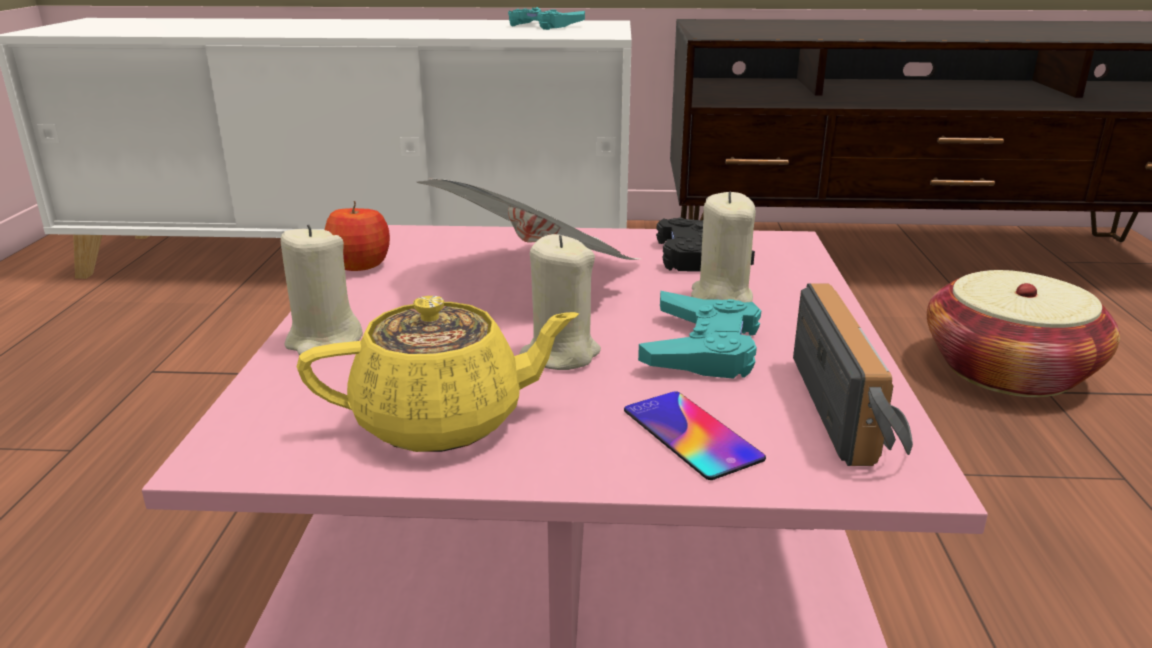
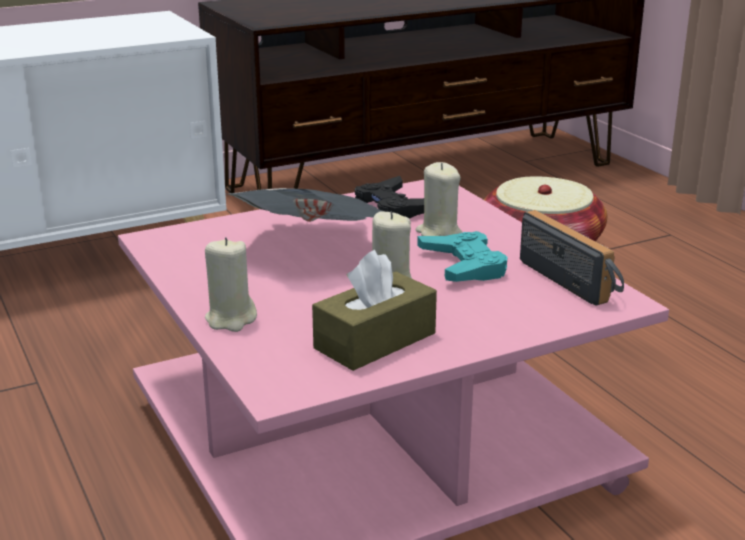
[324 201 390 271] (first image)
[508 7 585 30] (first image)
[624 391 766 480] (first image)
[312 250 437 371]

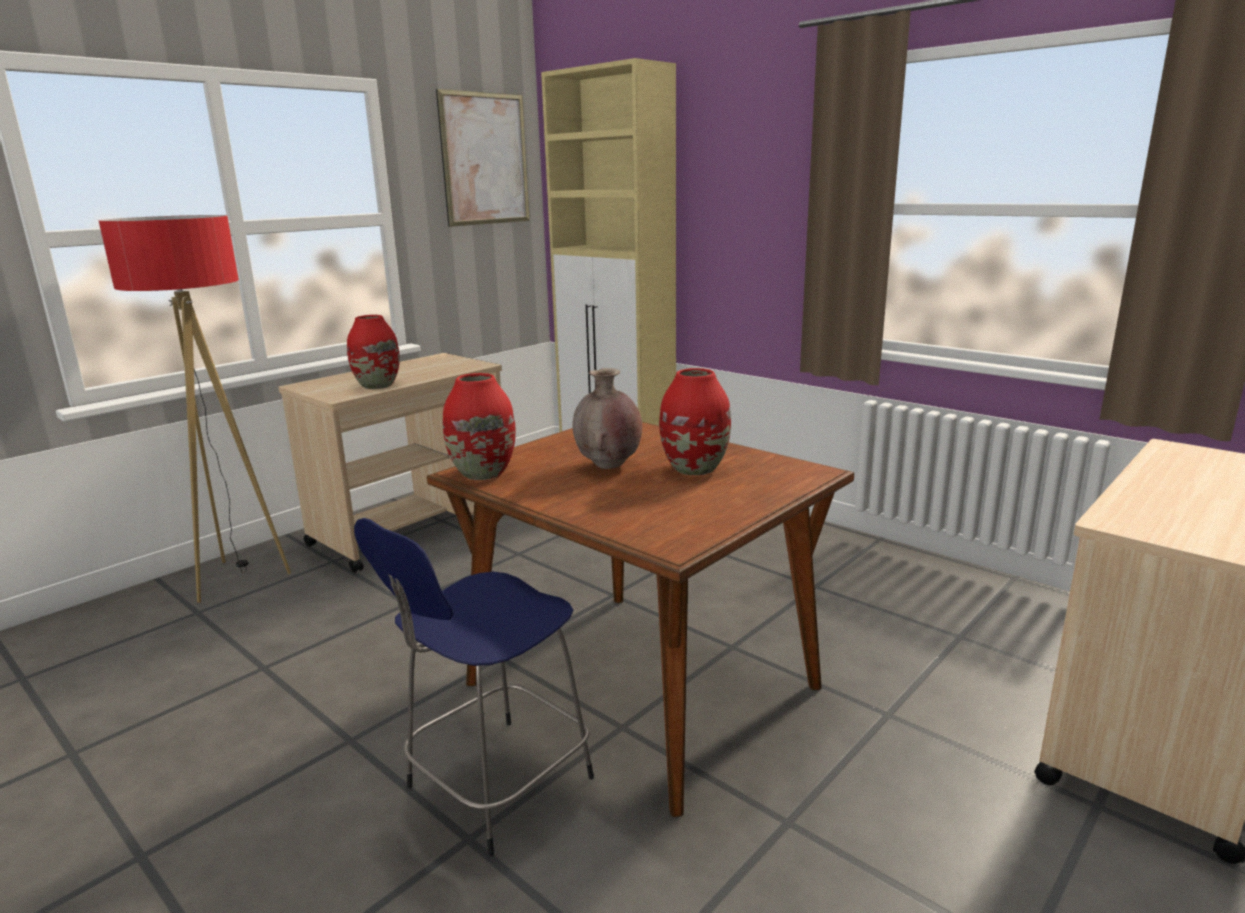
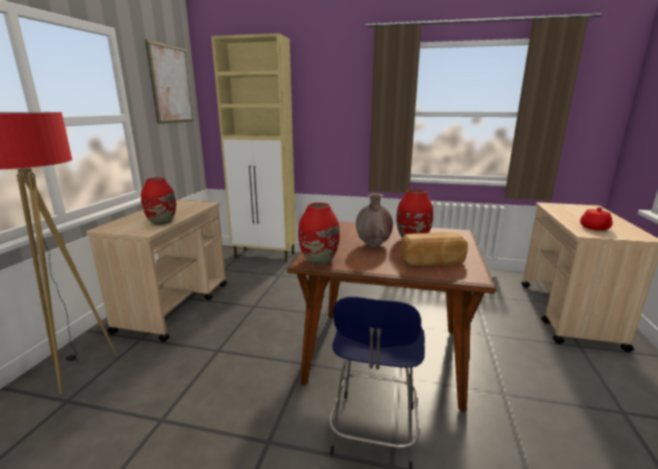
[401 232 468 265]
[580 207 613 231]

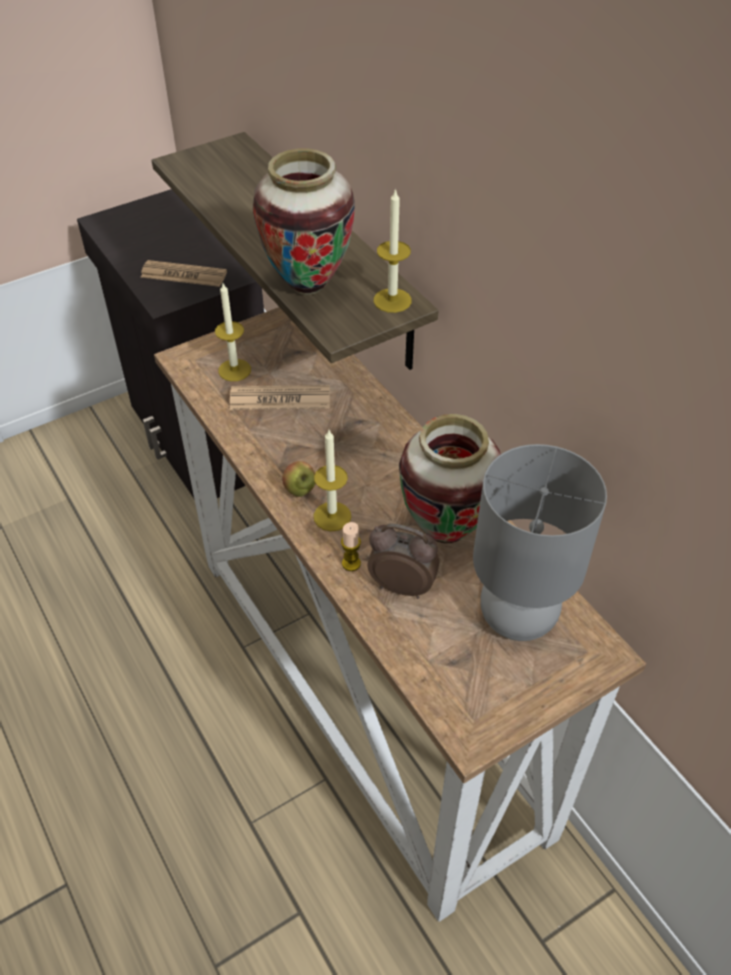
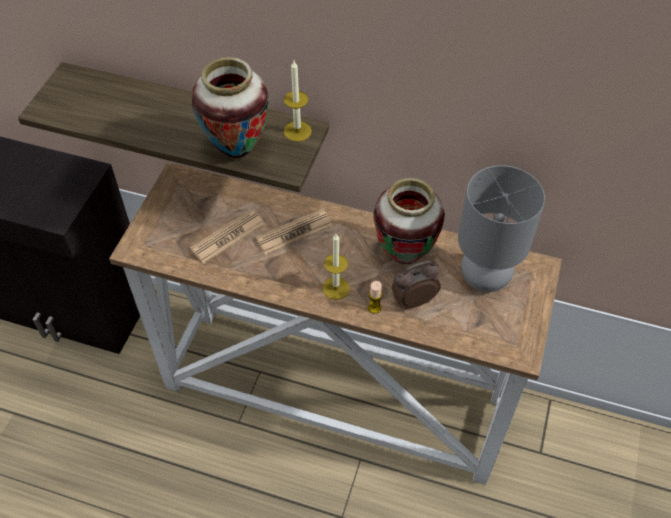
[215 283 251 381] (first image)
[282 461 316 497] (first image)
[255 209 333 255]

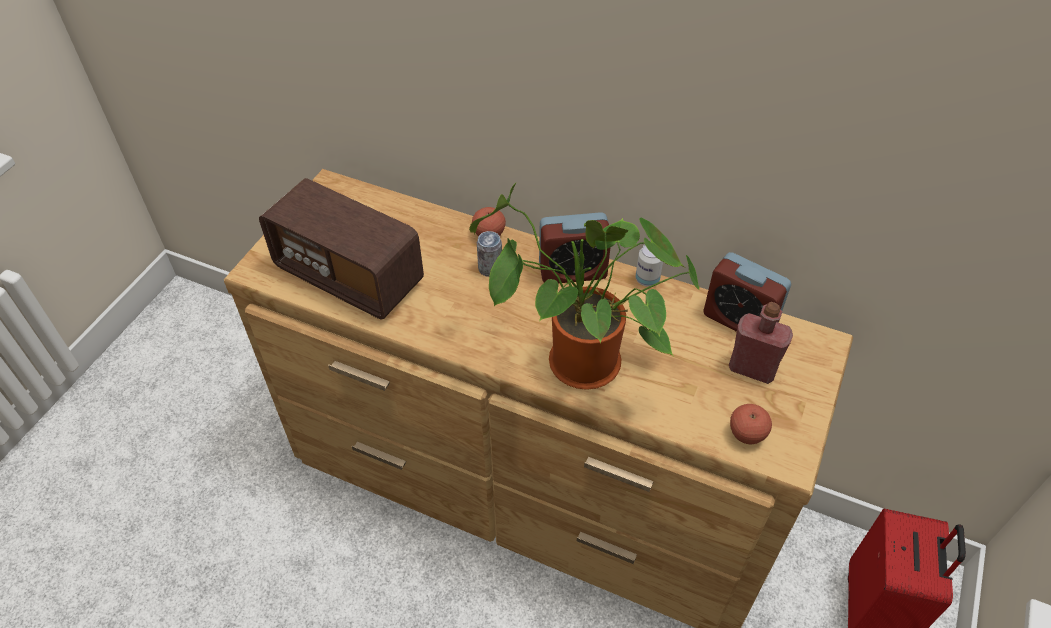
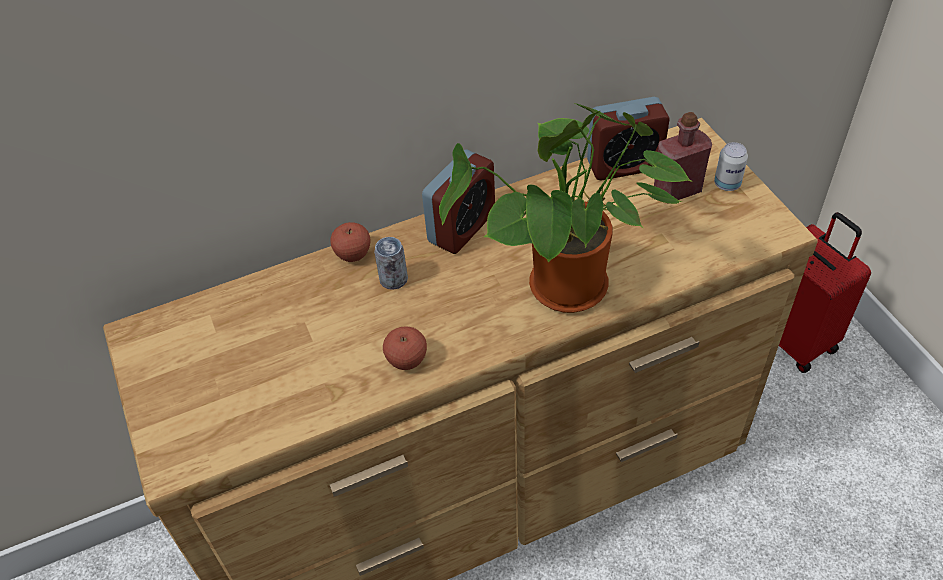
[259 178 424 320] (first image)
[714 142 748 191]
[383 326 427 370]

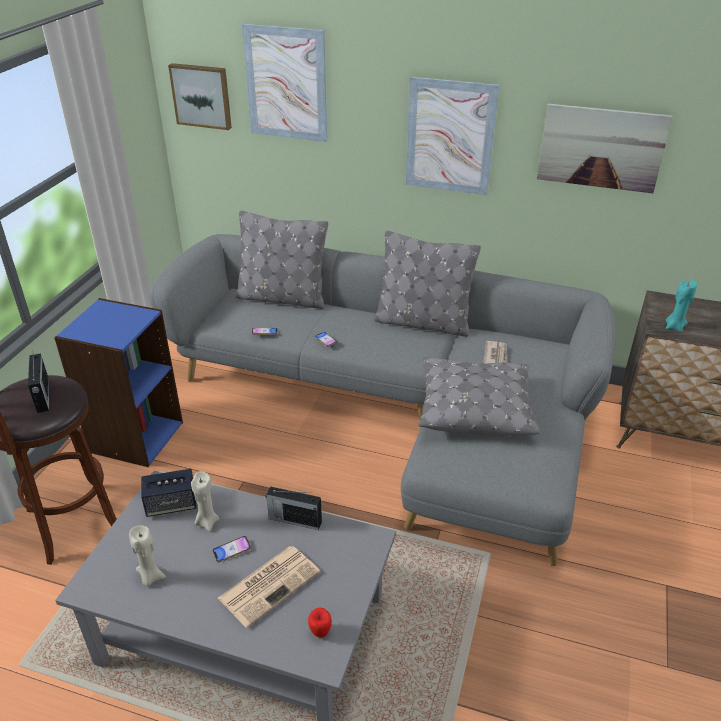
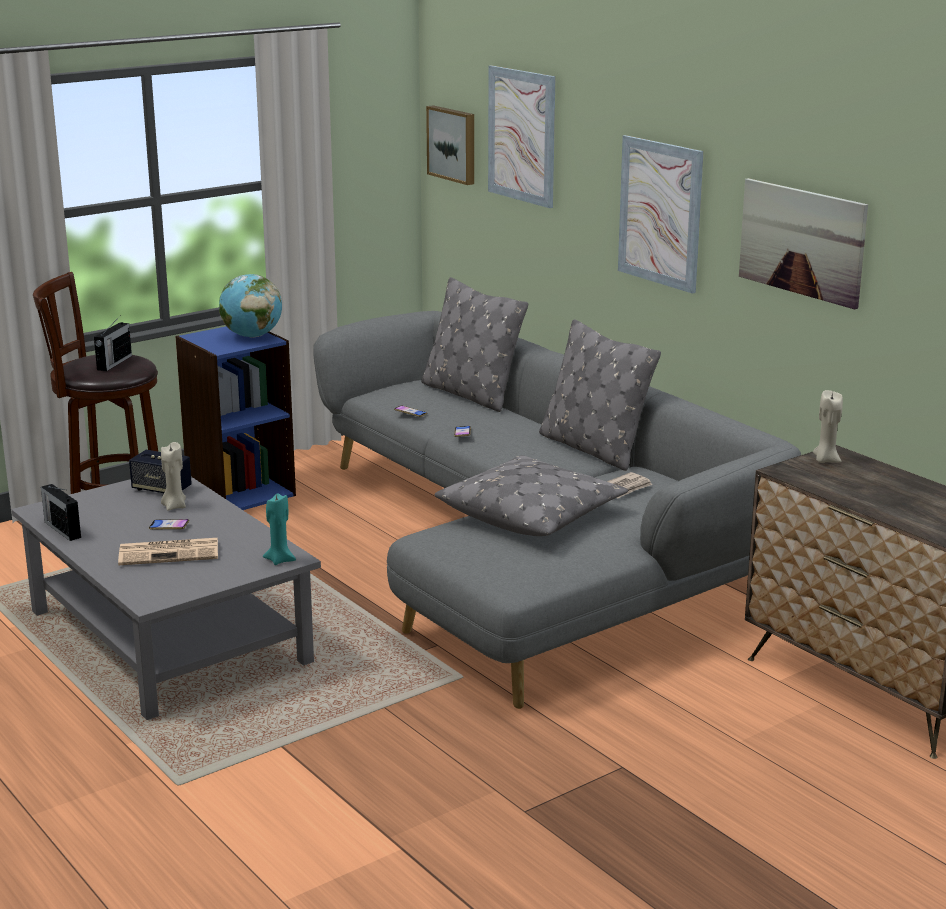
[308 608 332 638] (first image)
[219 274 282 338]
[813 390 843 463]
[41 484 81 541]
[263 493 296 565]

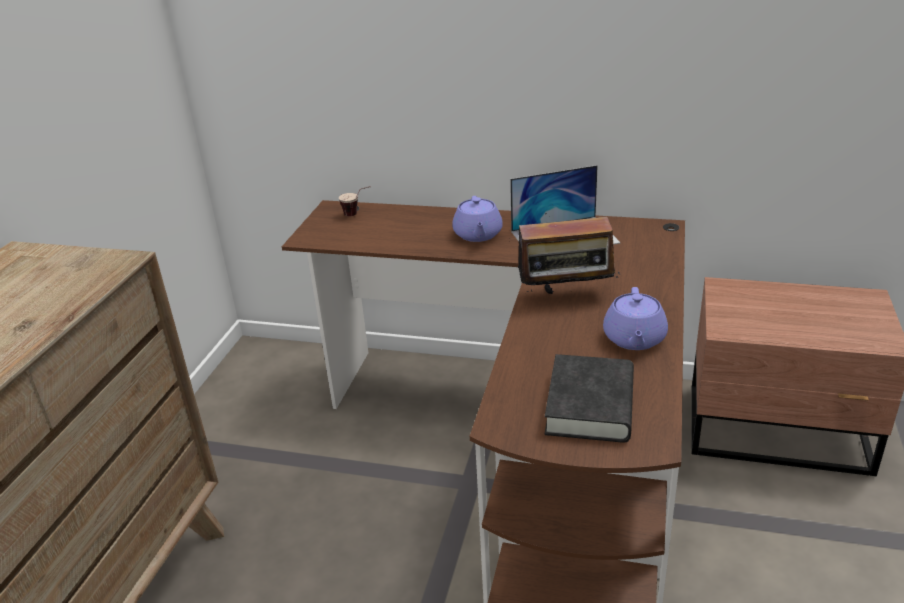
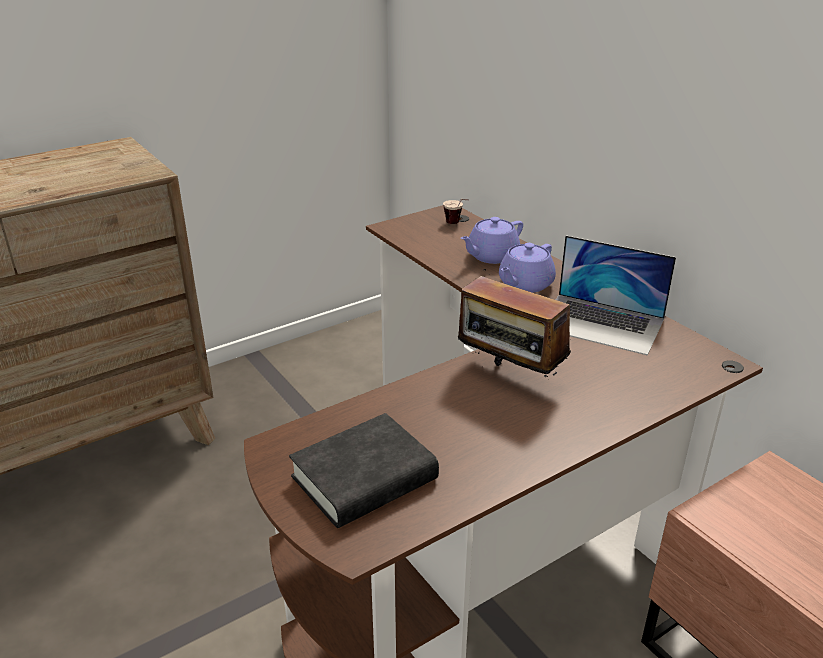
[461 217 523 264]

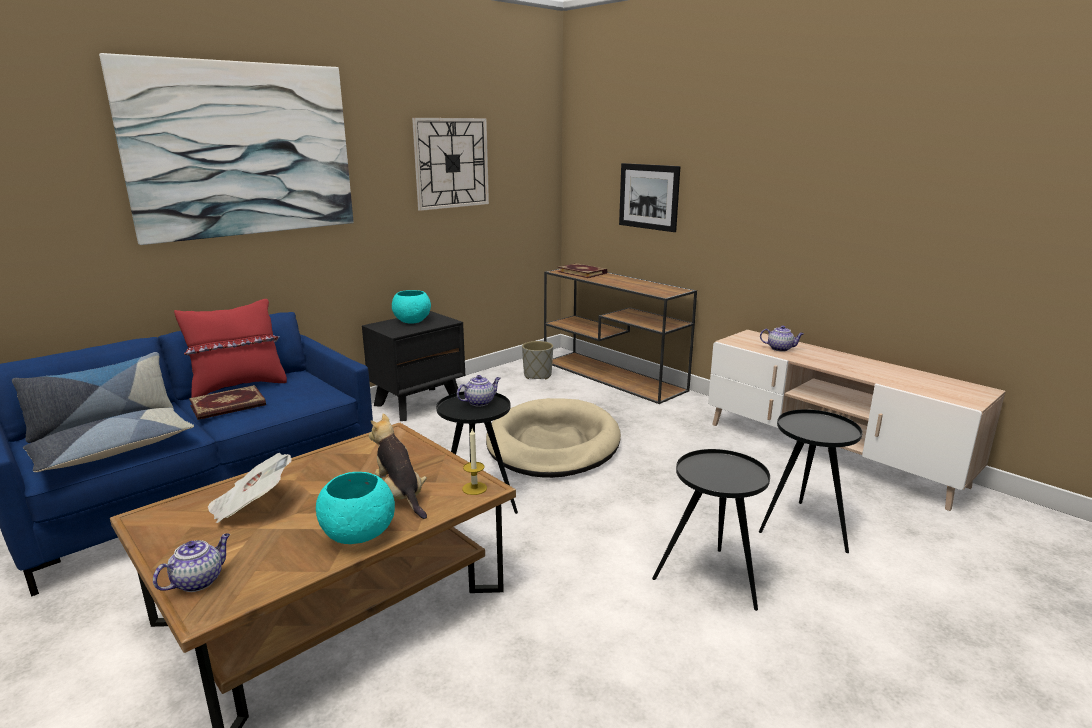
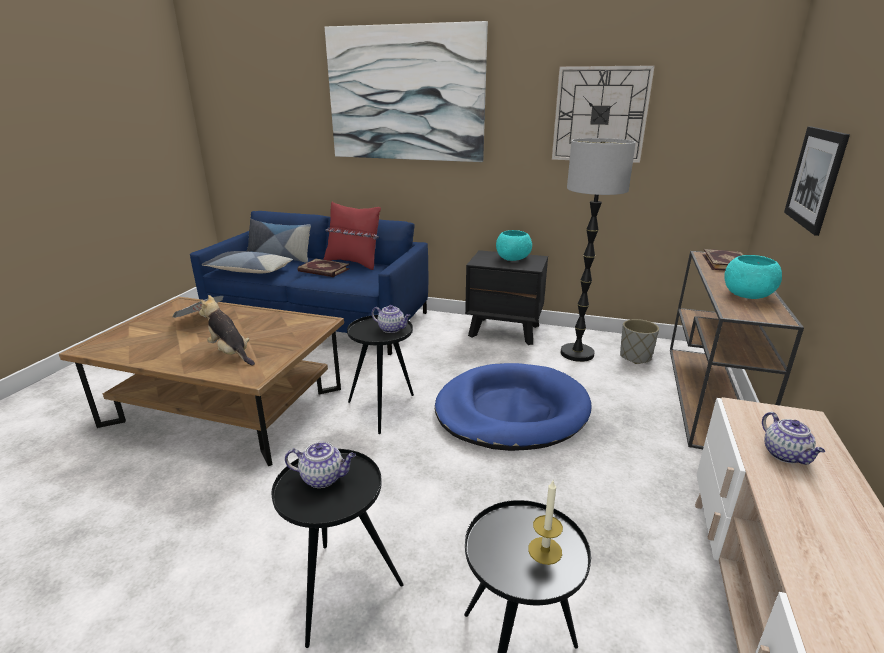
[561 138 636 362]
[285 442 356 488]
[724 255 782 299]
[528 479 563 565]
[435 363 592 451]
[199 295 255 366]

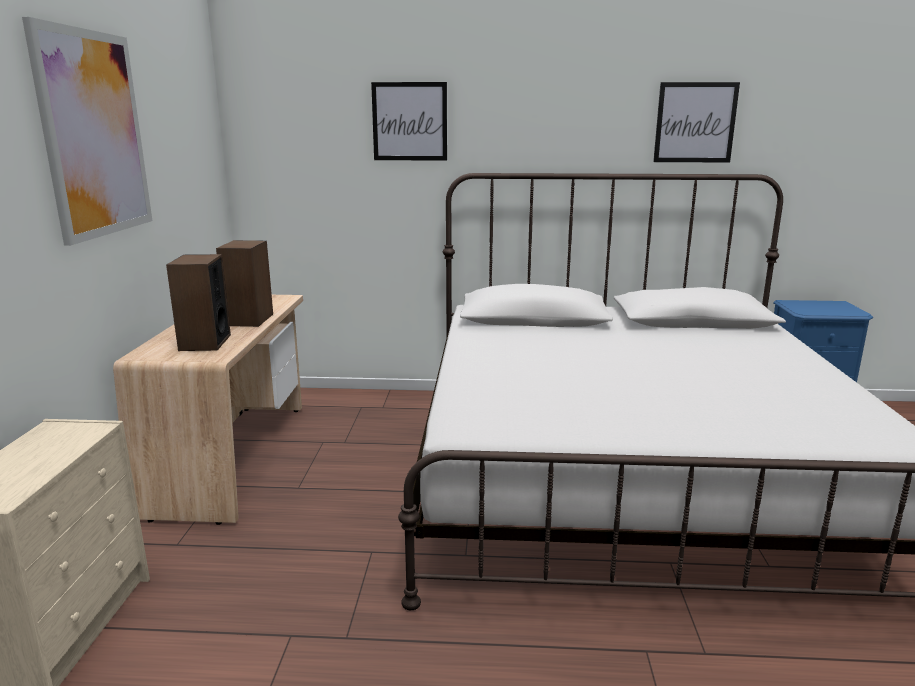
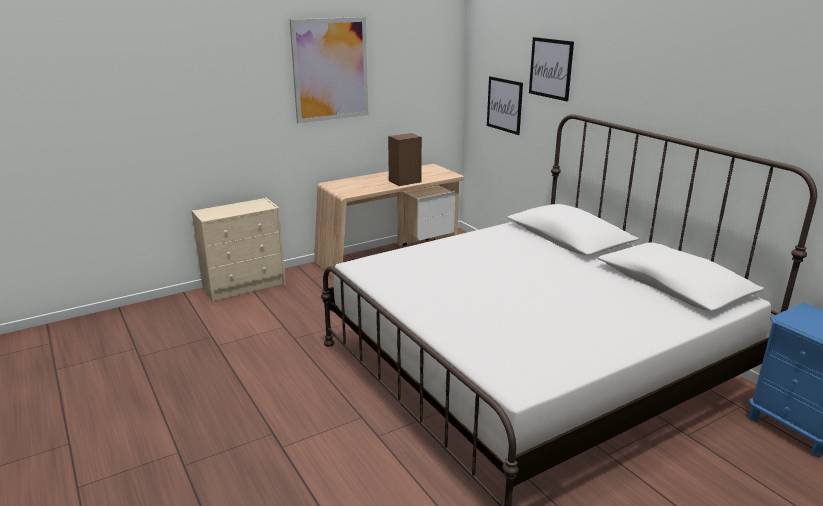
[166 254 231 351] (first image)
[487 76 523 135]

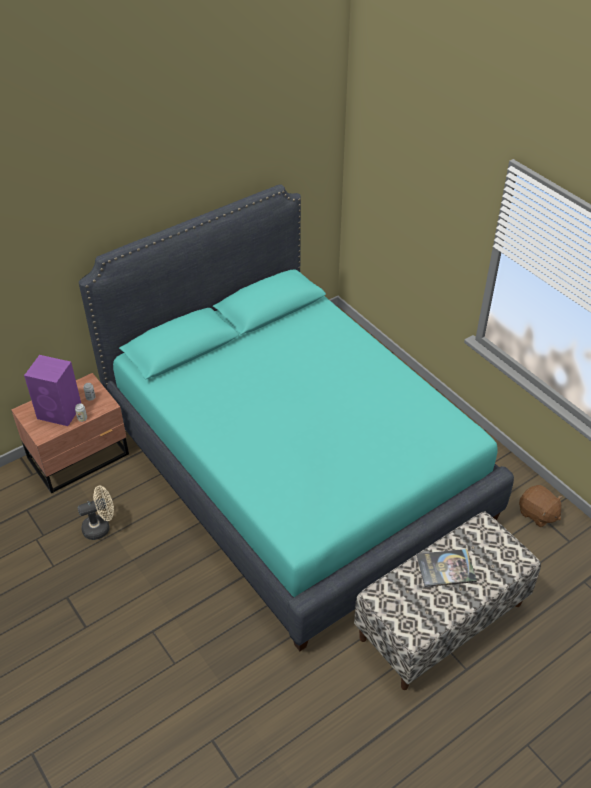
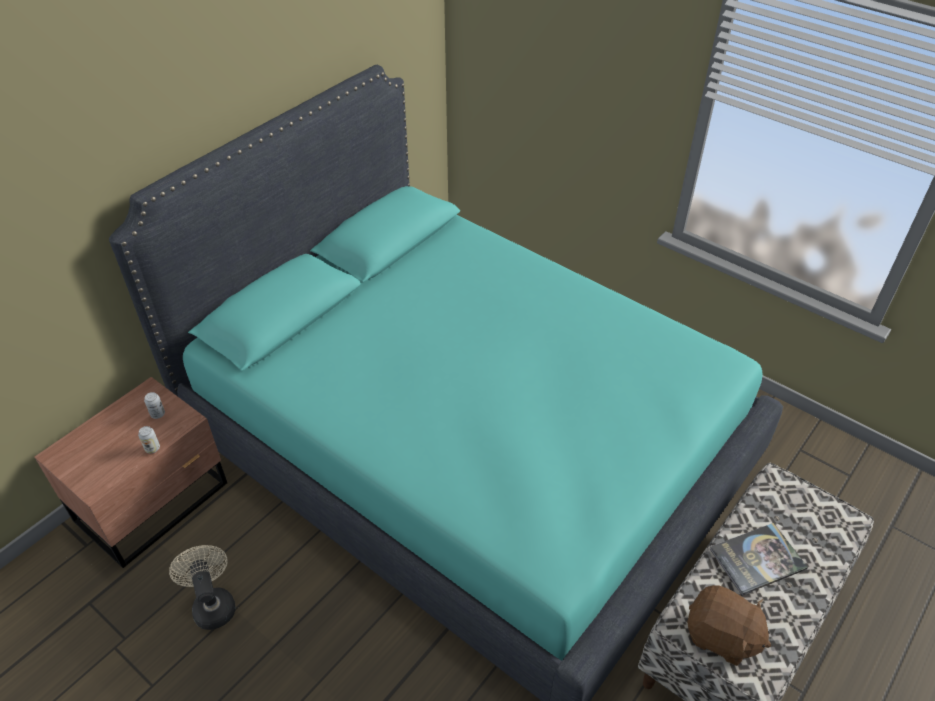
[24 355 81 426] (first image)
[687 585 771 666]
[169 545 235 630]

